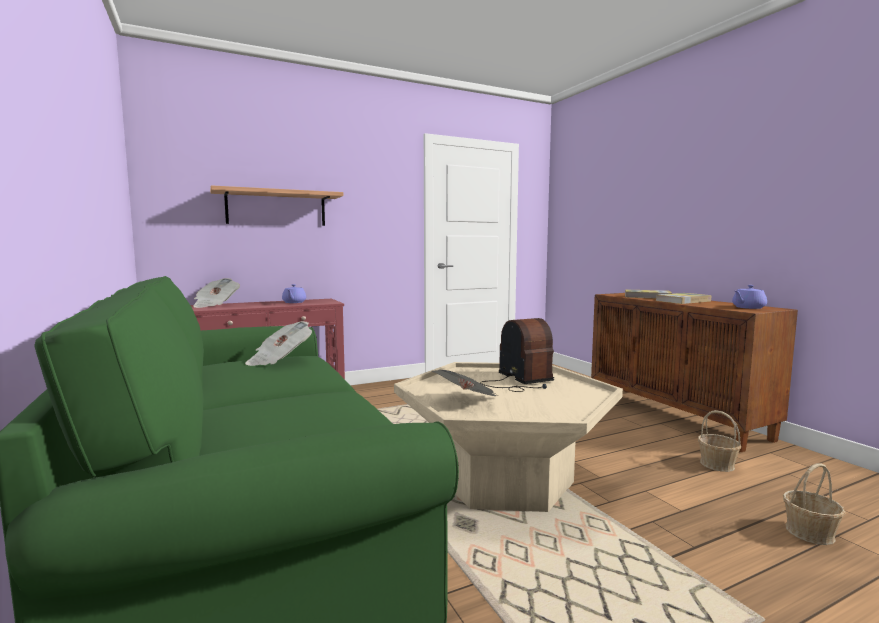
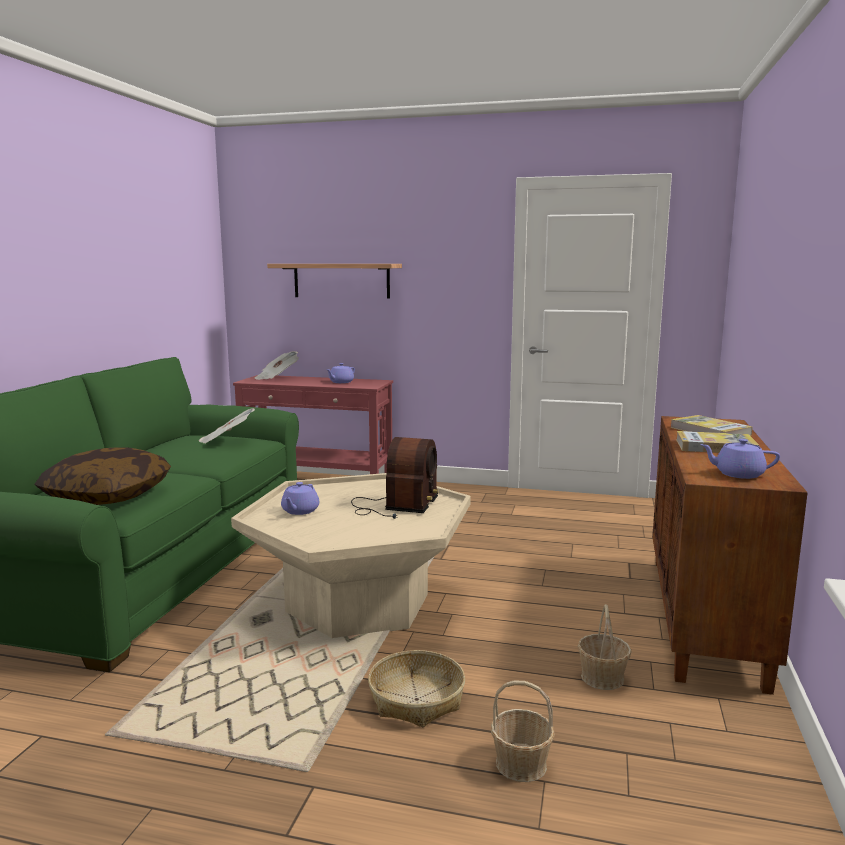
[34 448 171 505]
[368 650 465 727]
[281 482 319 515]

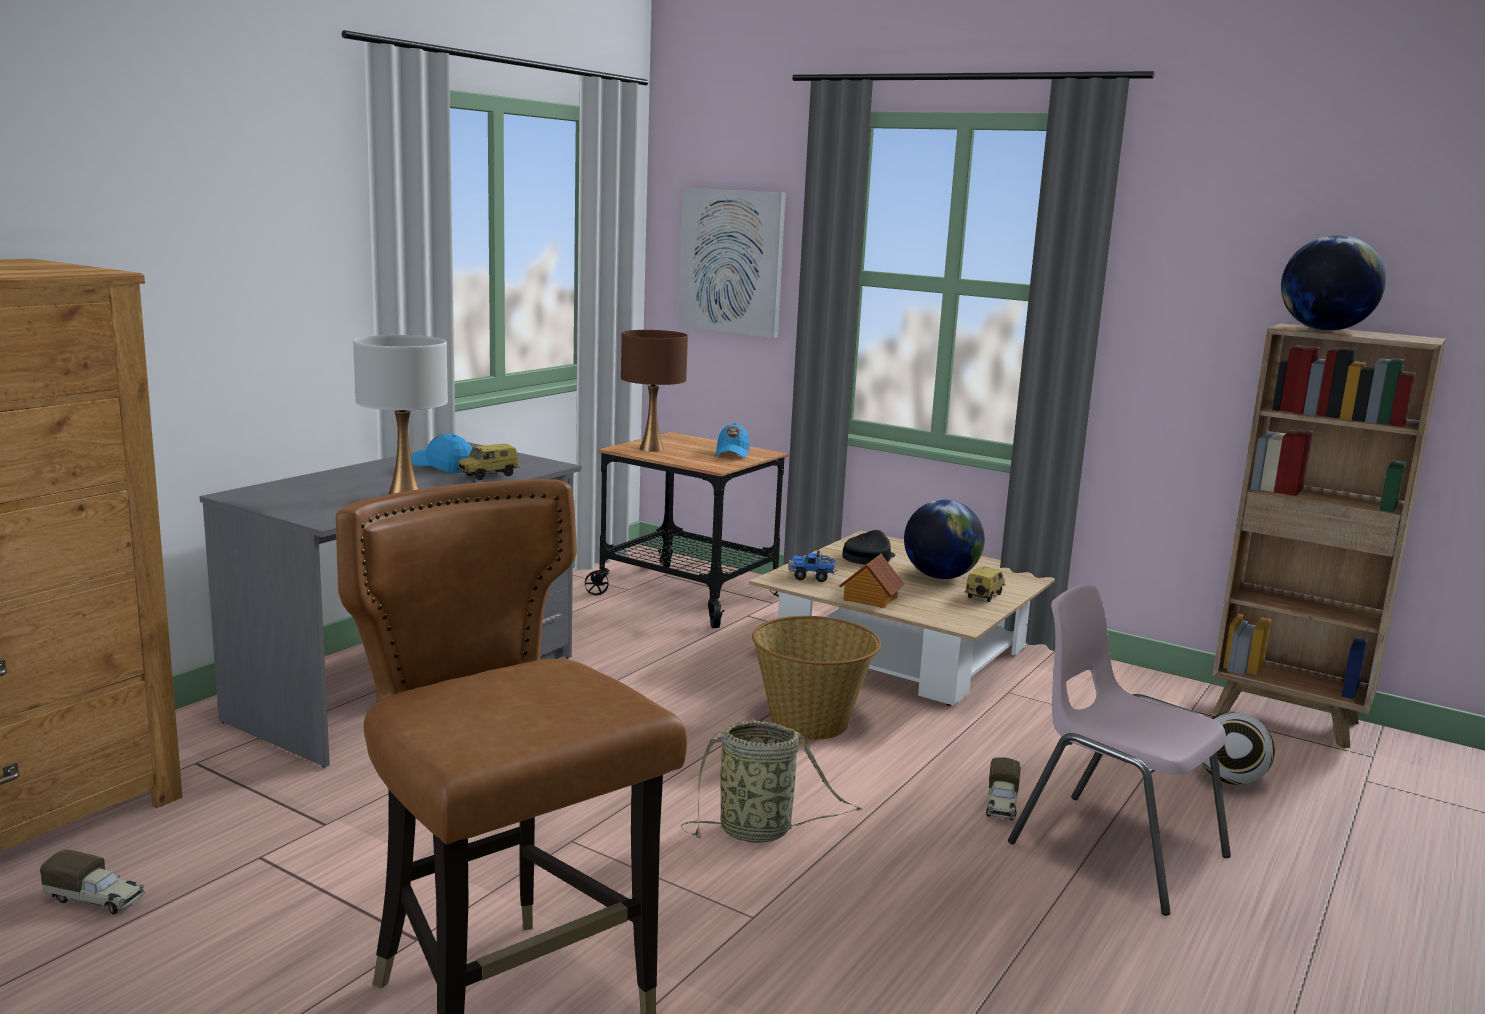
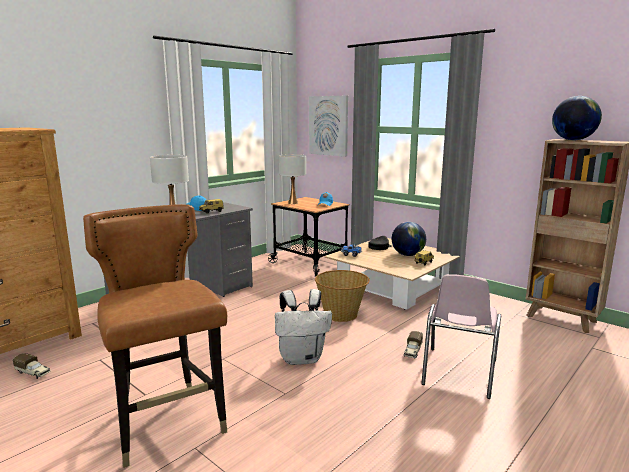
[839 554 905 608] (first image)
[1202 712 1275 785] (first image)
[275 289 332 365]
[279 154 306 204]
[421 274 501 399]

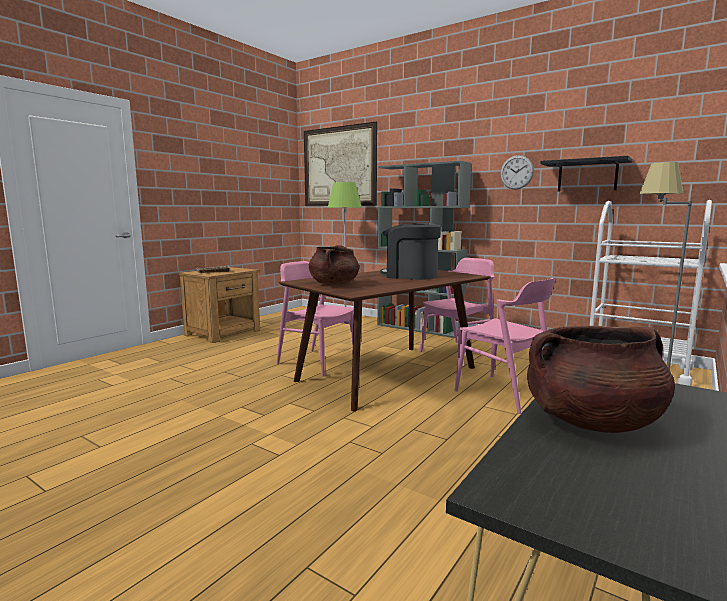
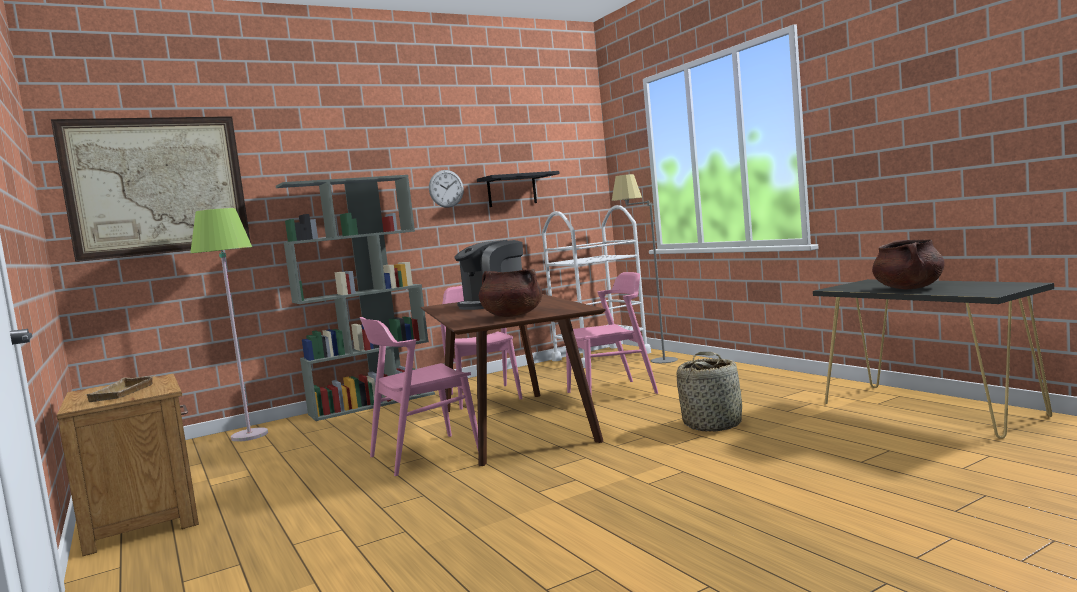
[676 352 742 431]

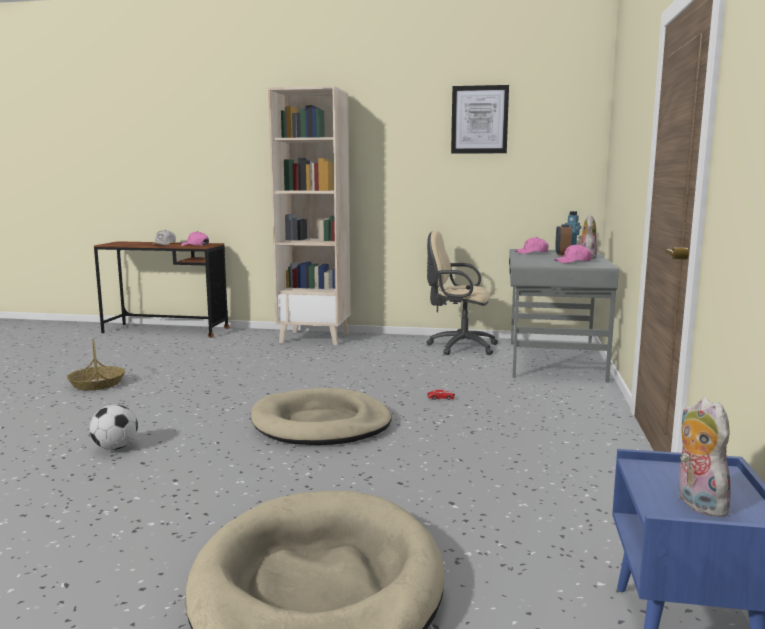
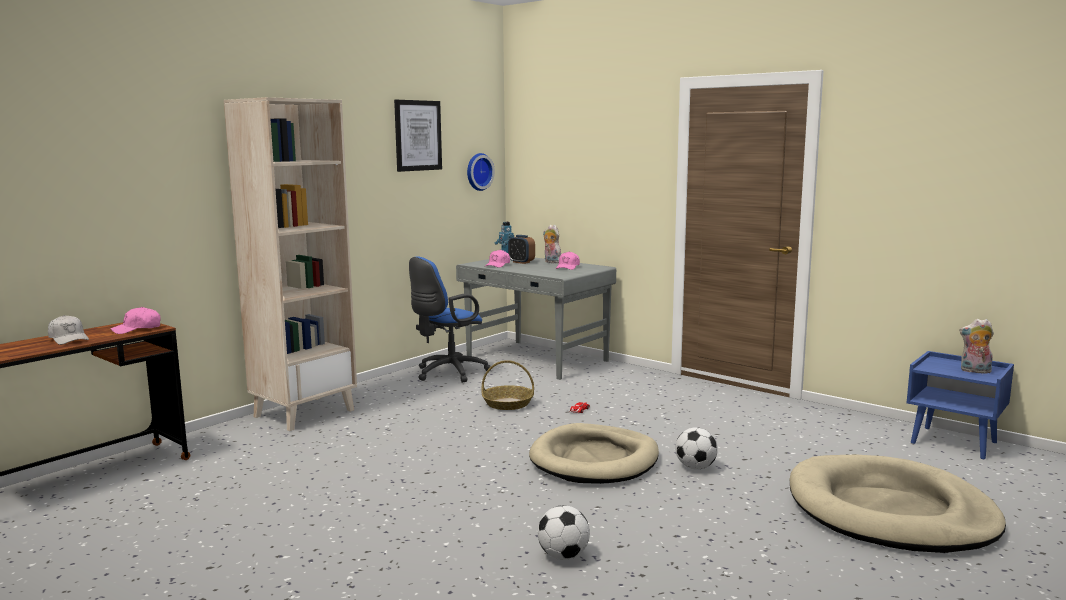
[467 153 495 191]
[676 427 718 470]
[481 360 534 410]
[409 256 491 383]

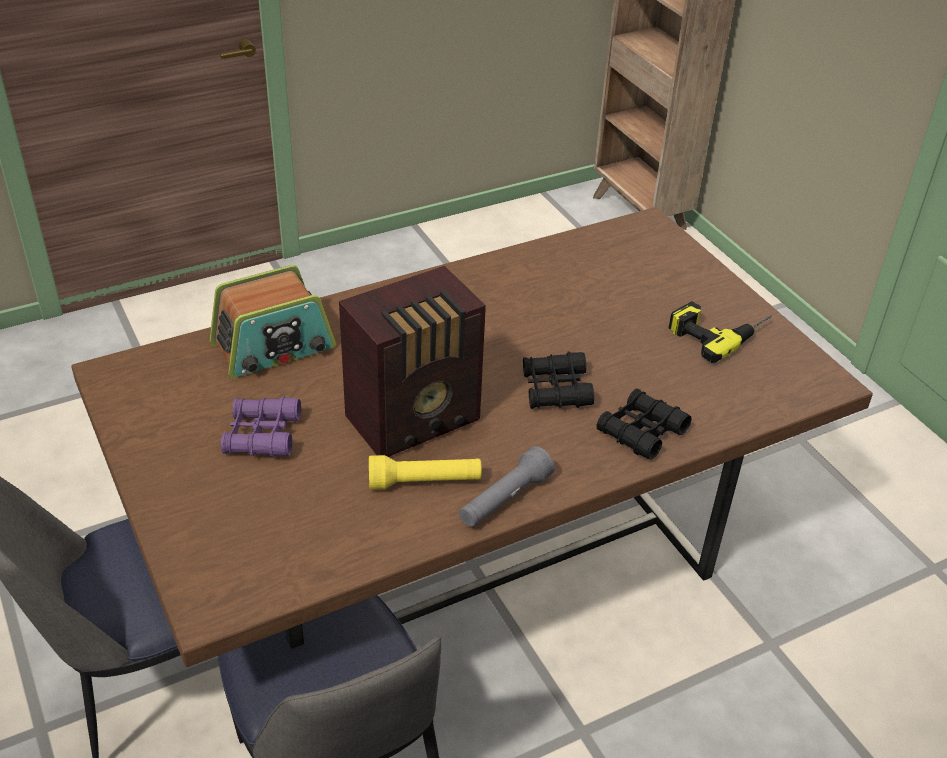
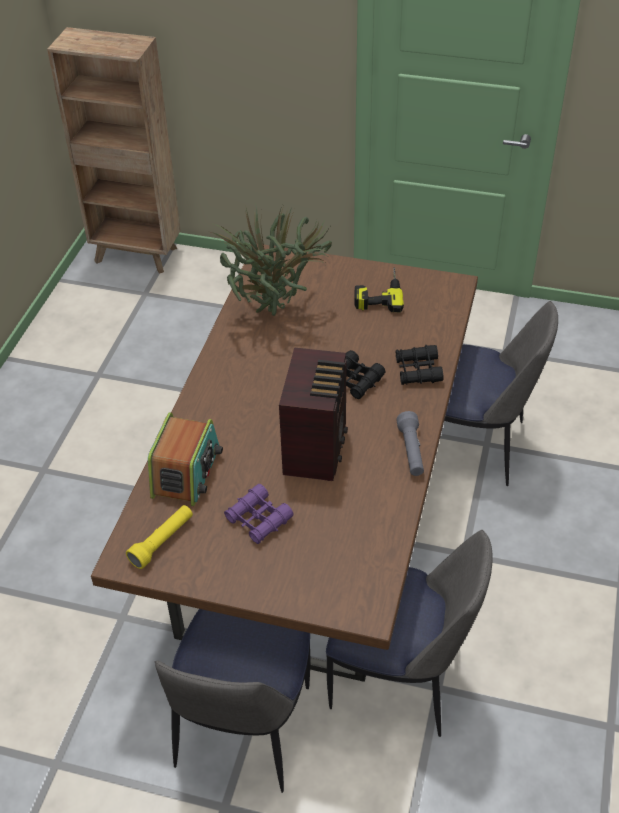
[211 203 332 316]
[444 301 558 486]
[126 505 193 569]

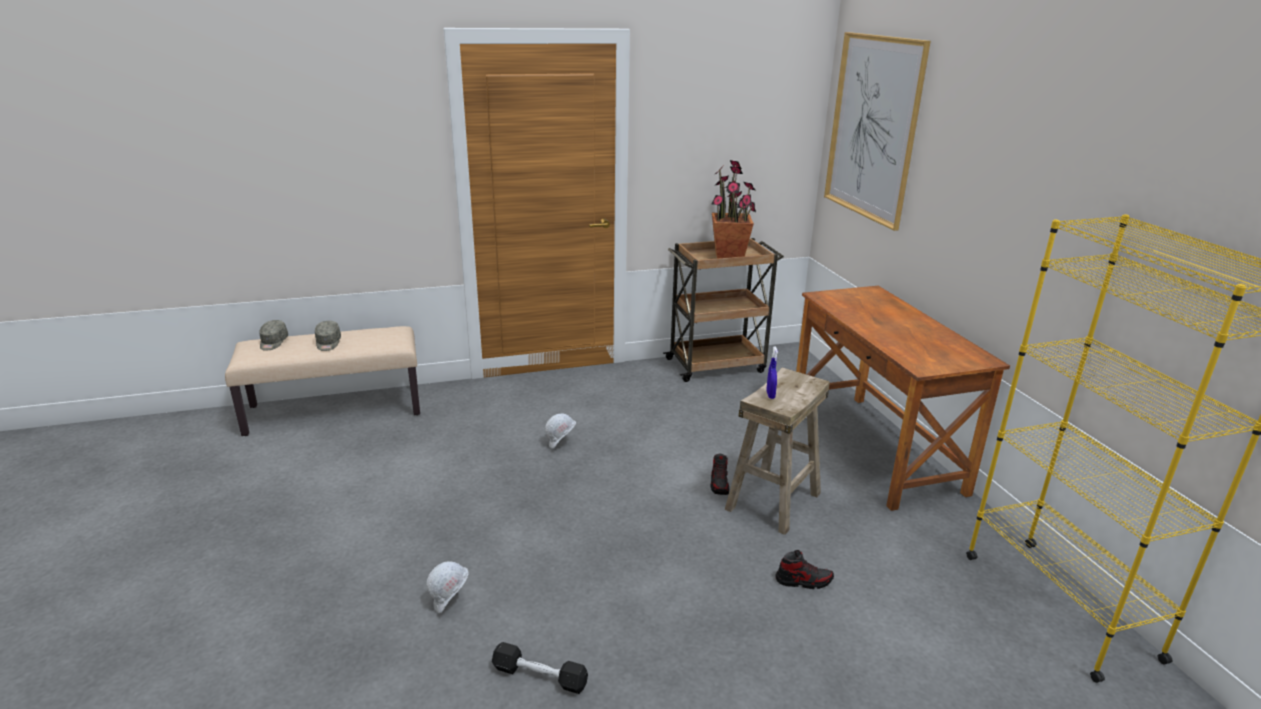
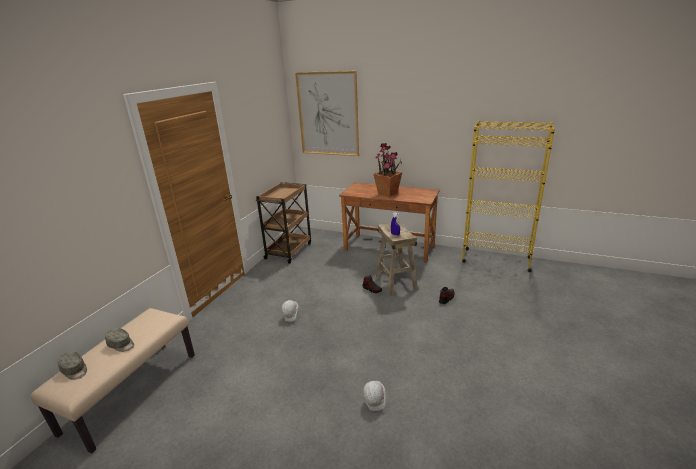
[492 642 588 694] (first image)
[373 143 402 197]

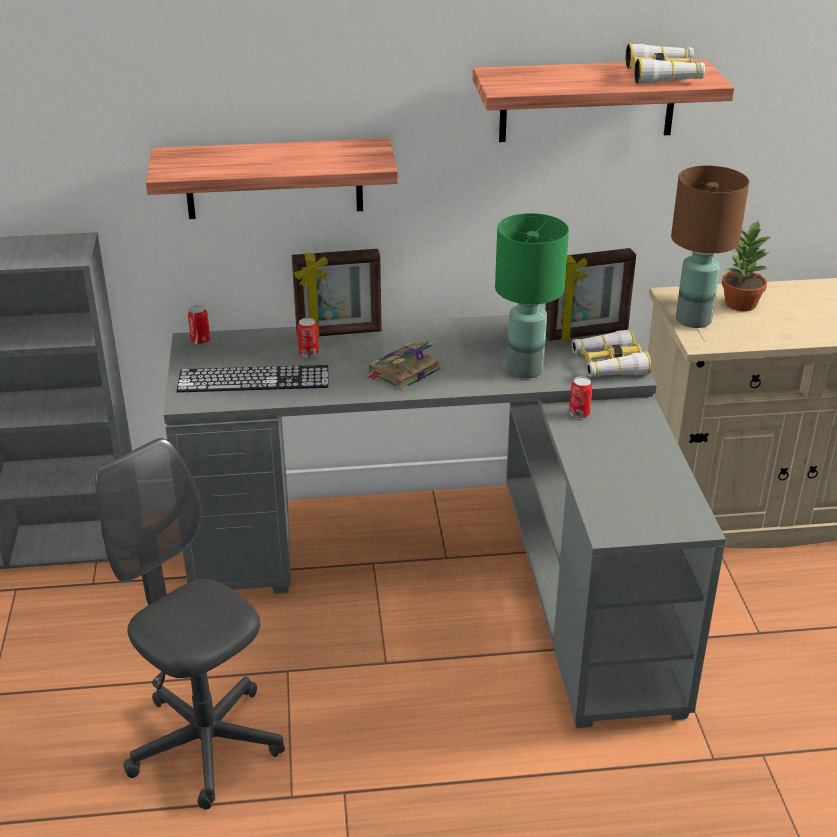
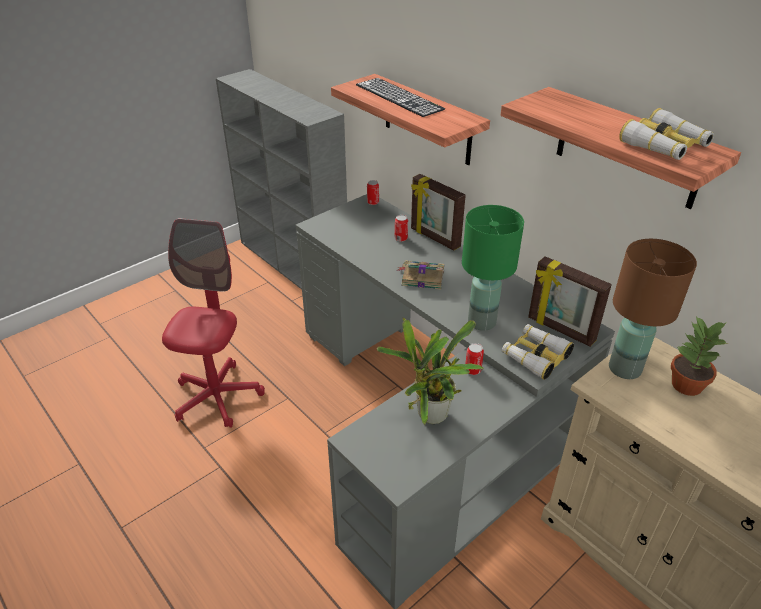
[376 318 484 425]
[356 78 445 117]
[162 218 265 428]

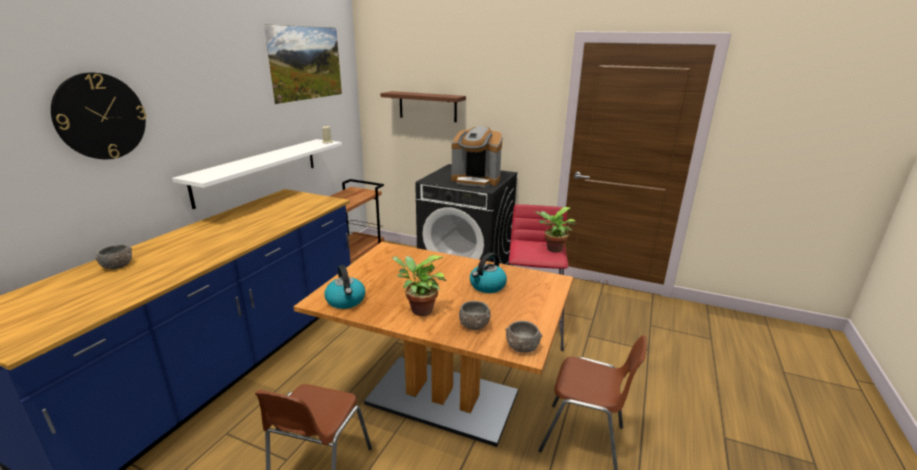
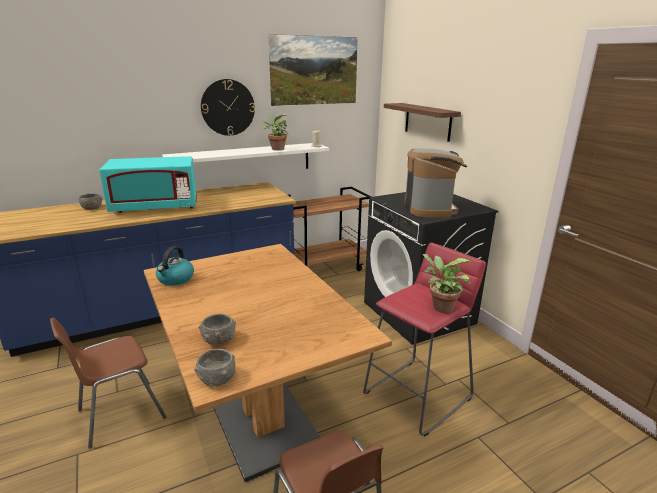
[470 253 507 293] (first image)
[99 156 197 213]
[201 79 255 136]
[263 114 289 151]
[404 148 467 218]

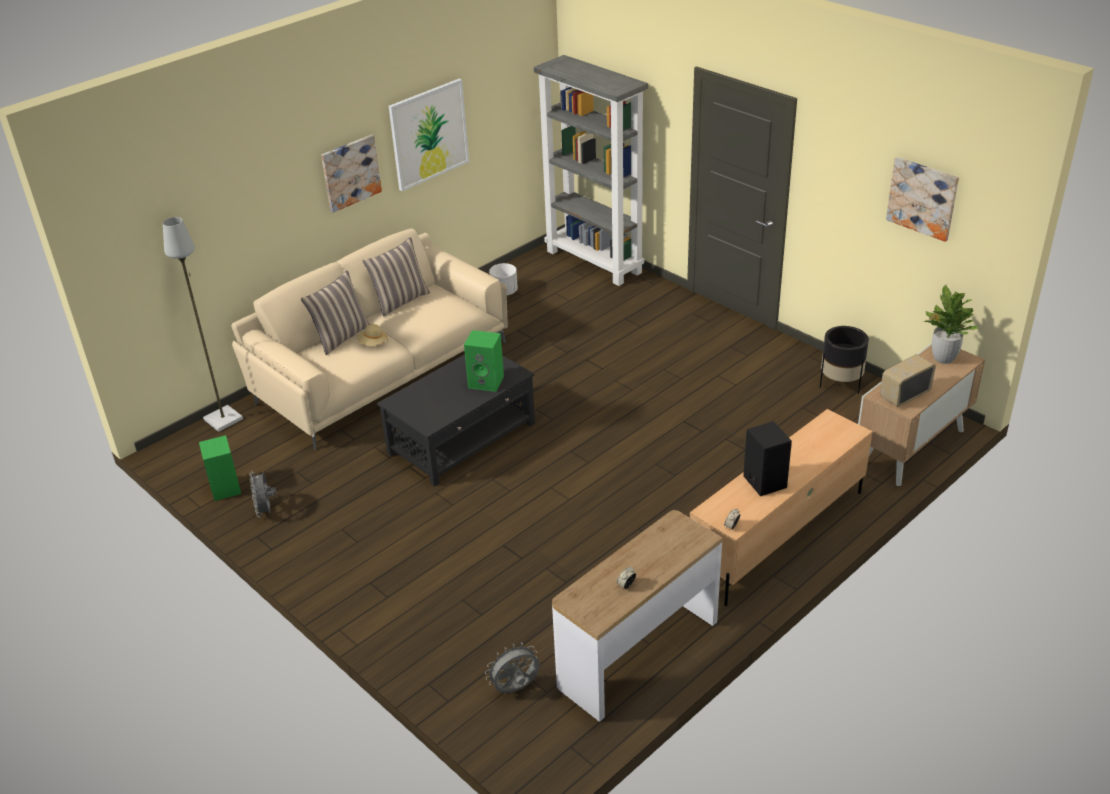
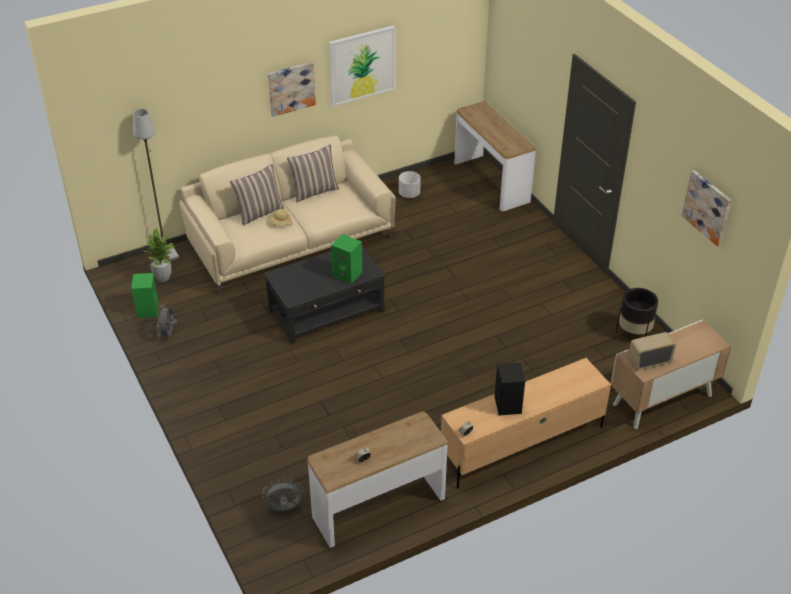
[140 228 174 282]
[454 101 536 211]

